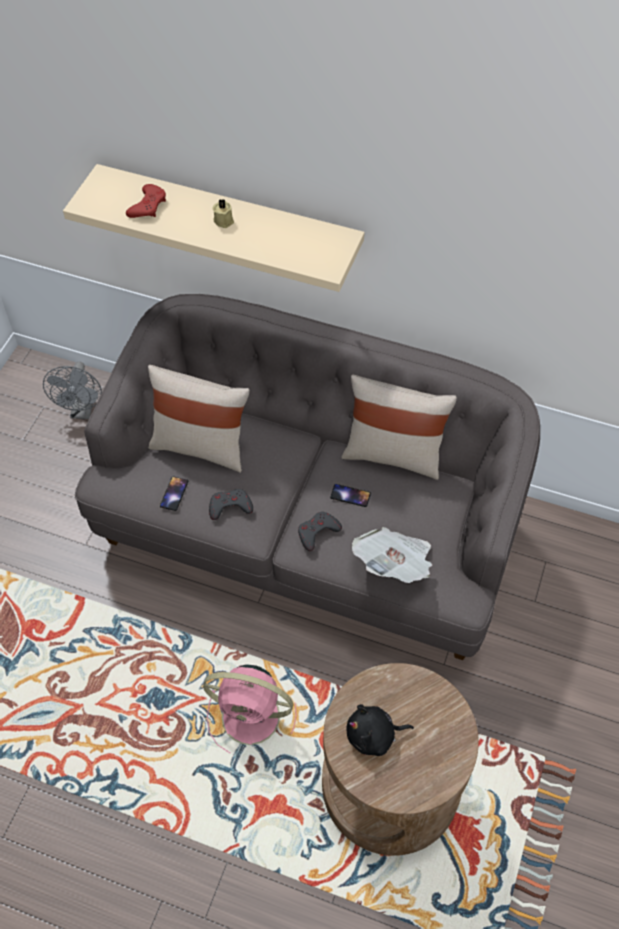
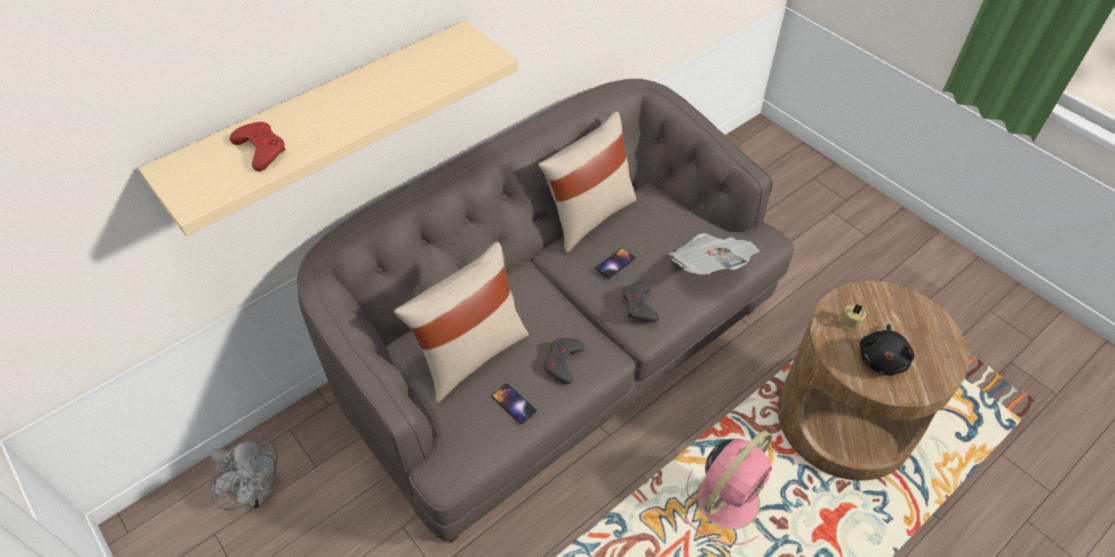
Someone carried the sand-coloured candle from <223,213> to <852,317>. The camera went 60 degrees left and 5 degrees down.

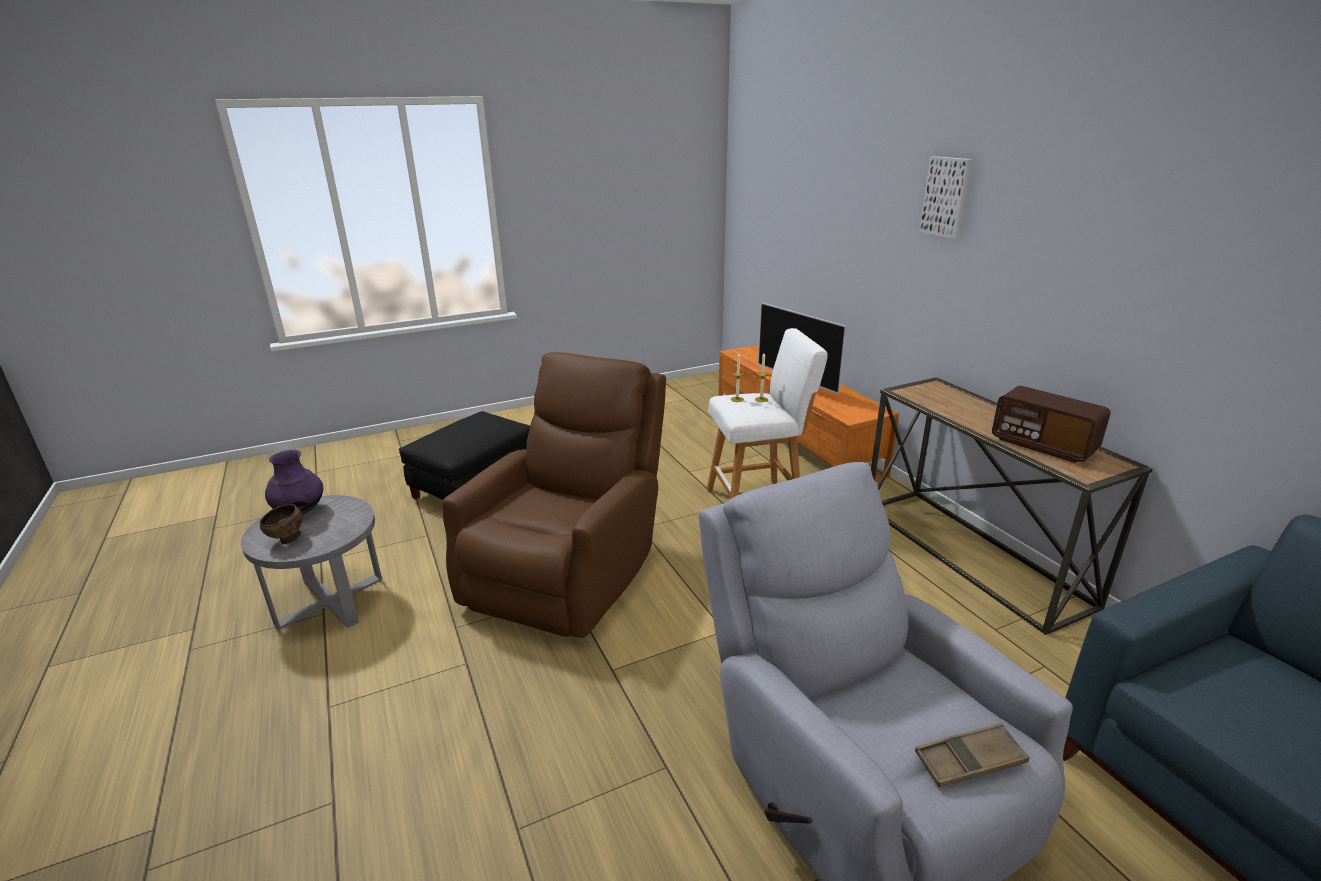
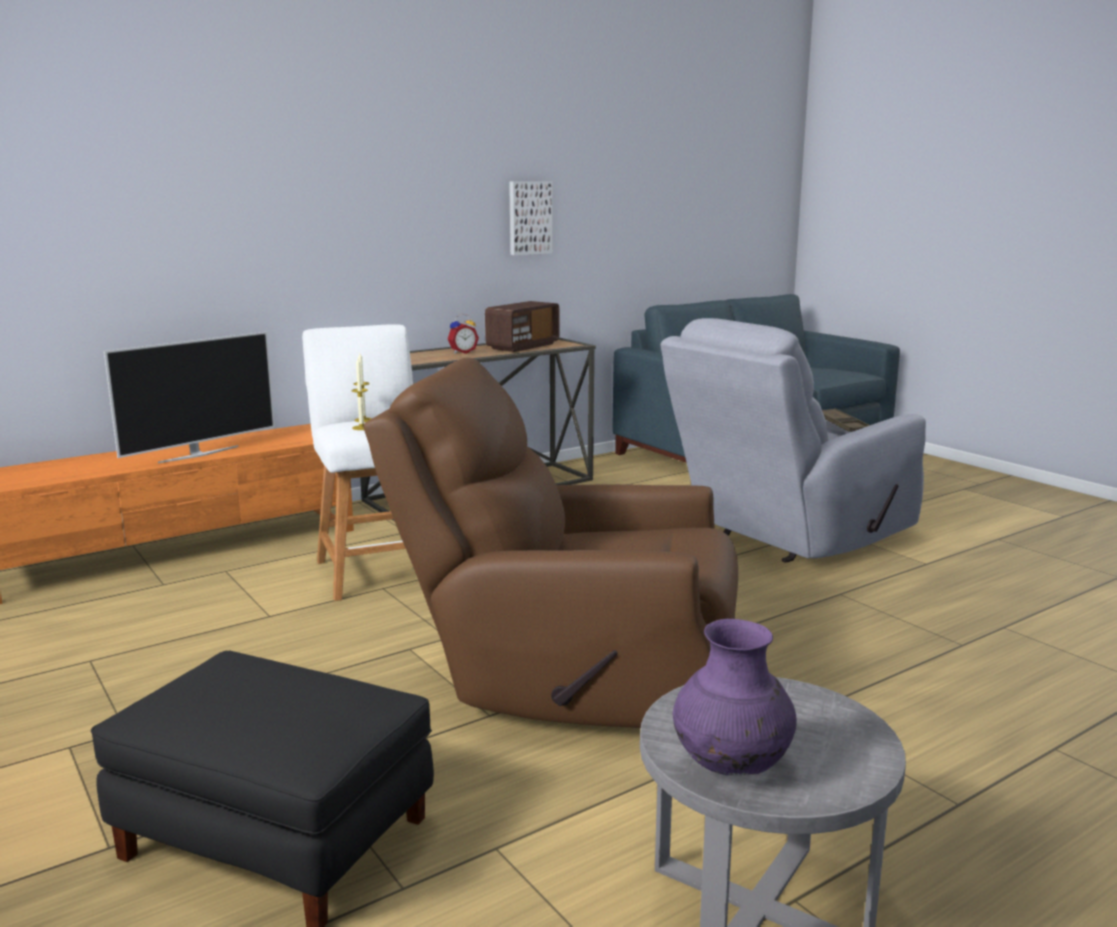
Someone carried the wall picture from <946,197> to <531,218>. Someone took away the brown-coloured bowl at <281,524>. Someone put down the alarm clock at <463,334>. The camera went 100 degrees left and 10 degrees down.

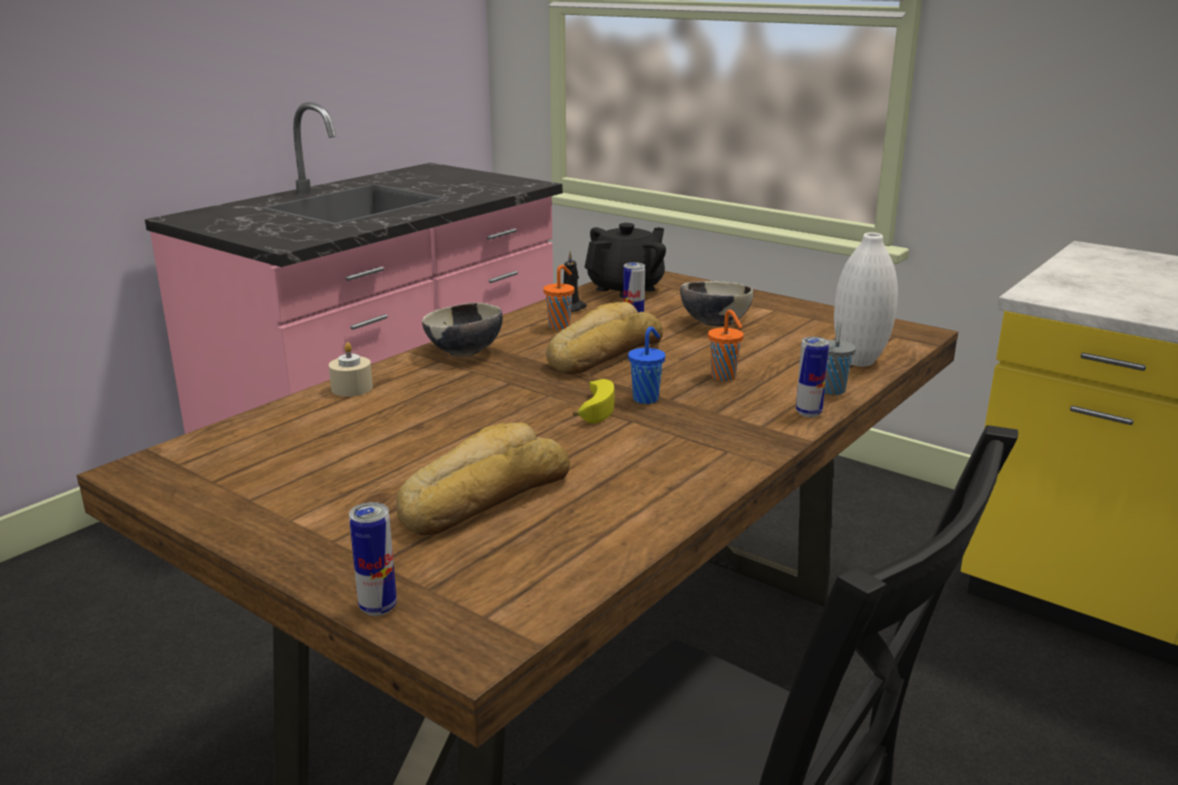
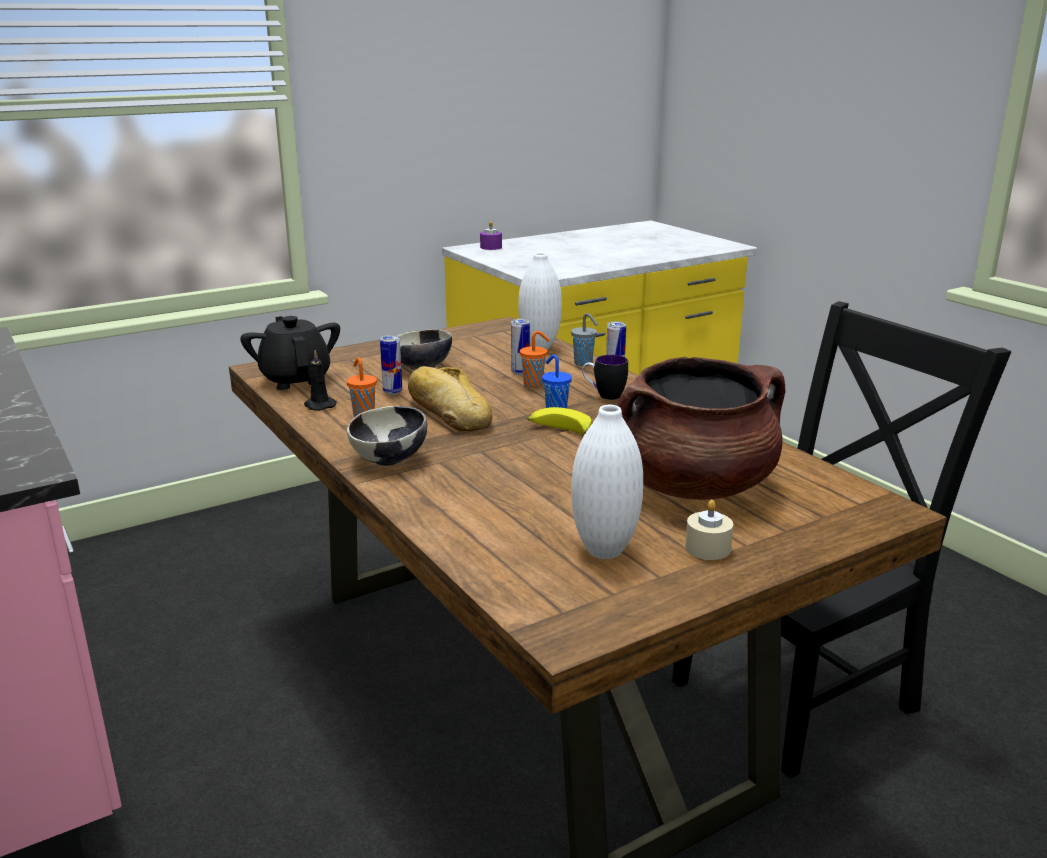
Someone carried the sand-coloured candle from <351,369> to <709,530>. Someone swapped the bread at <483,478> for the brown-coloured cooking pot at <701,428>. Someone carried the can from <373,559> to <520,347>. Someone put down the purplish candle at <491,235>. Someone put down the tea mug at <605,377>. Someone put down the whitish vase at <607,482>. The camera went 70 degrees left and 0 degrees up.

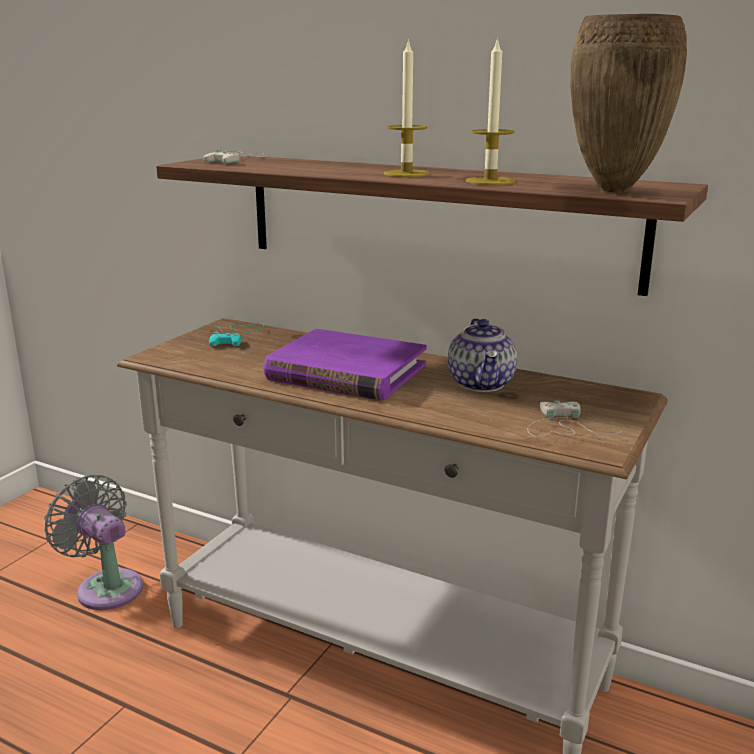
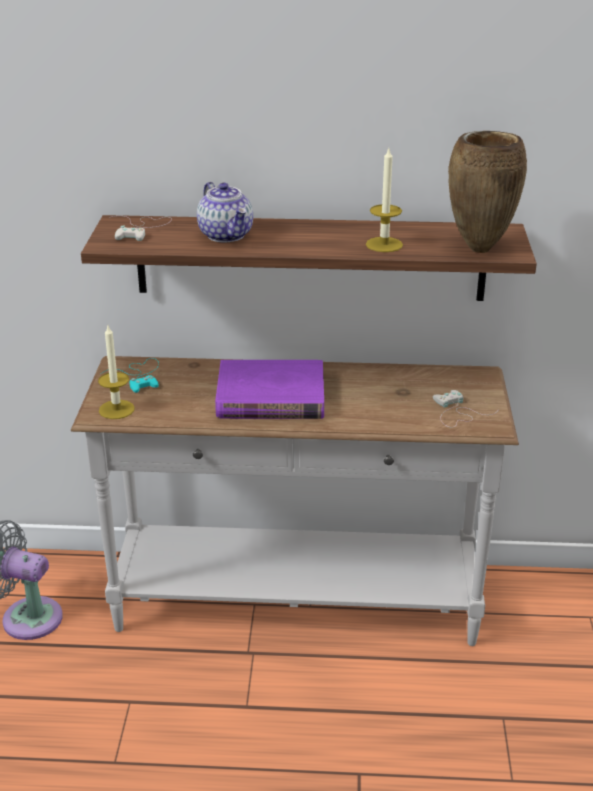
Someone carried the candle from <407,108> to <116,372>. Someone carried the tea pot from <482,355> to <225,212>. The camera went 25 degrees left and 10 degrees up.

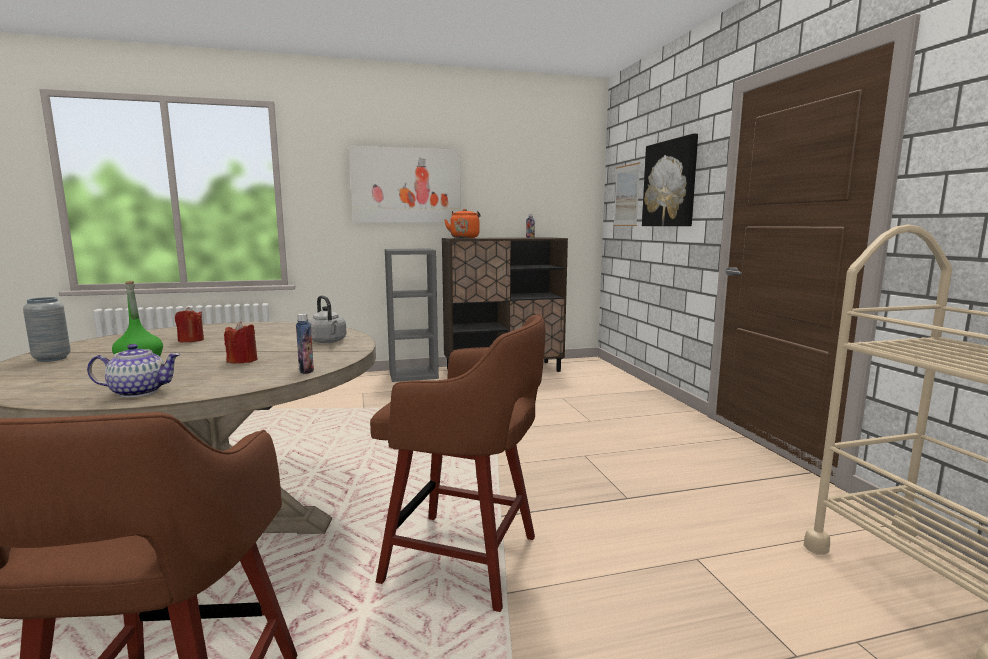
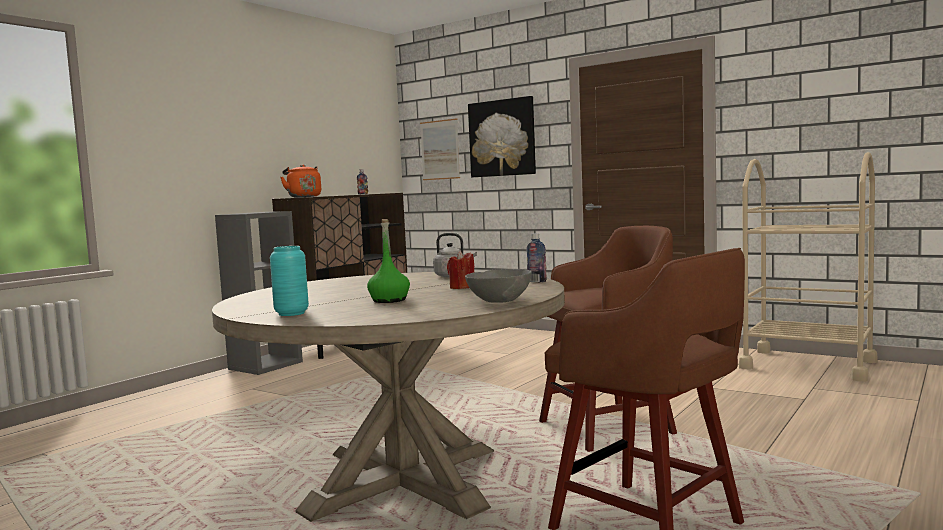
Someone took away the wall picture at <405,184>. Someone repainted the gray vase at <47,329>, which became the turquoise-coloured vase at <289,281>. Someone took away the red candle at <189,324>. Someone swapped the tea pot at <134,370> for the gray bowl at <498,286>. The camera went 40 degrees left and 5 degrees down.

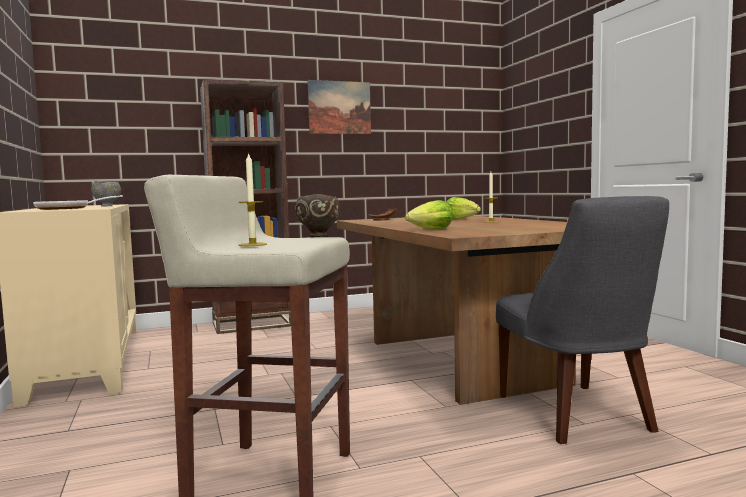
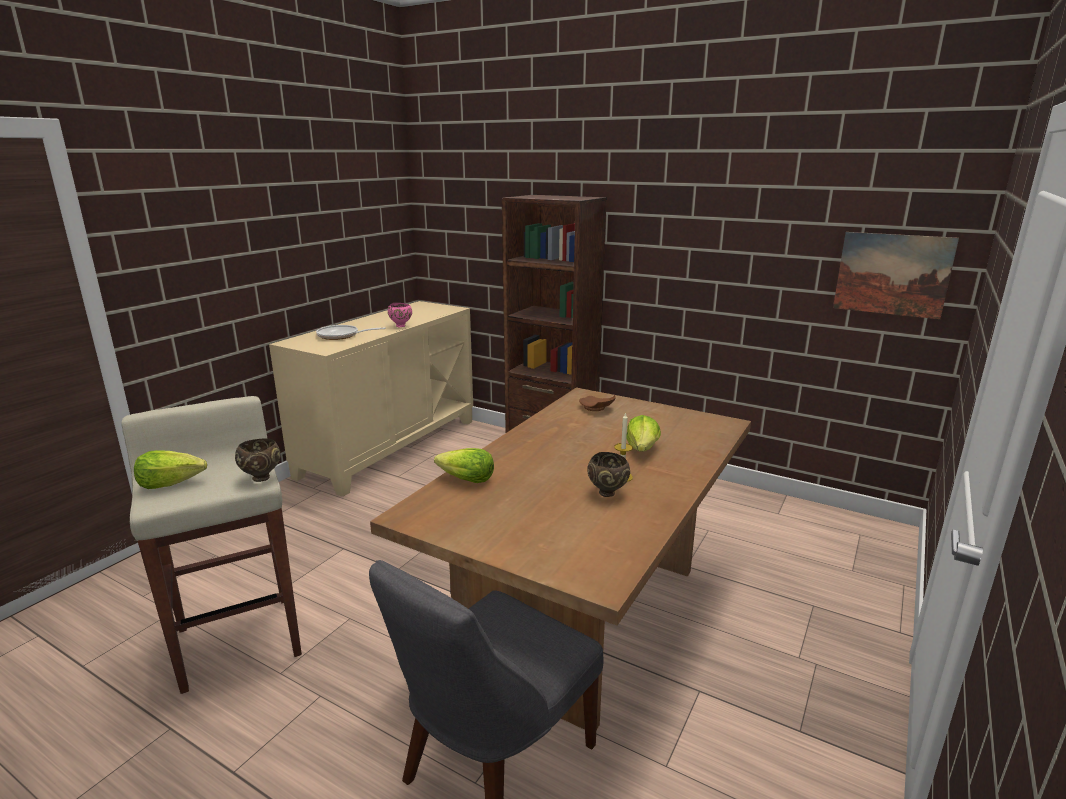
Someone carried the wall picture from <339,107> to <896,275>. Someone swapped the candle at <252,199> for the lettuce at <170,469>. Someone repainted the gray bowl at <106,194>, which became the pink bowl at <400,315>. Someone put down the brown-coloured bowl at <609,474>. The camera went 50 degrees right and 15 degrees up.

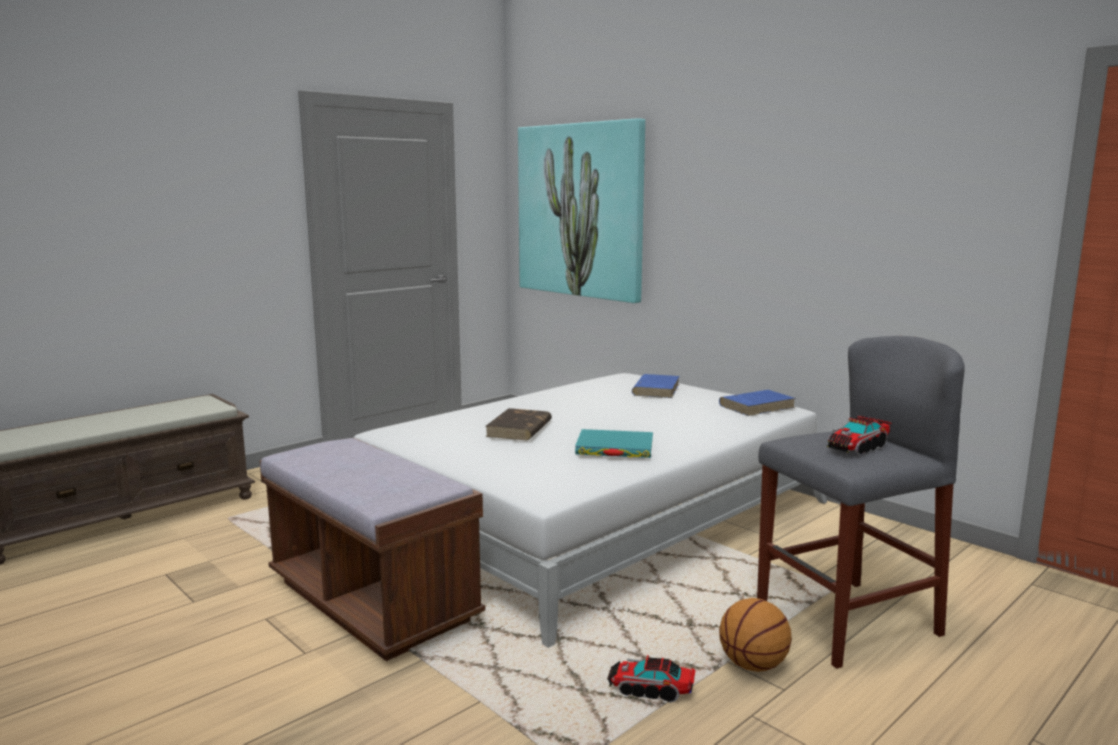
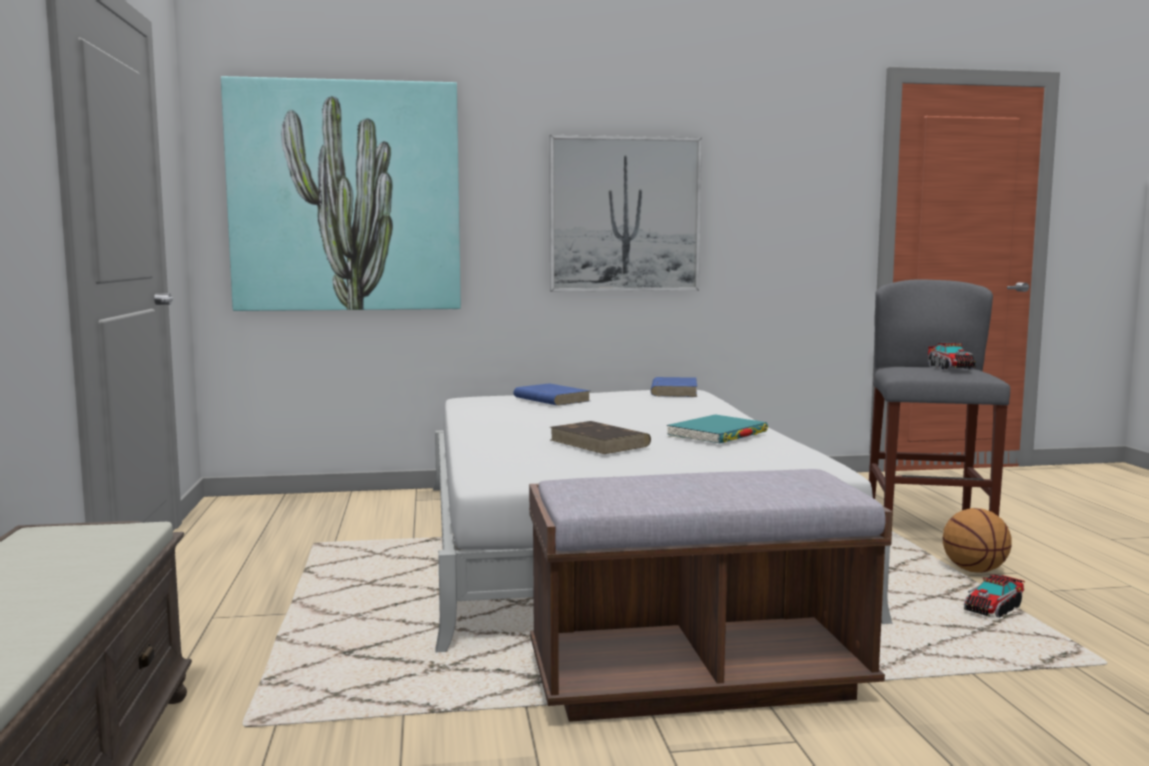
Someone put up the wall picture at <625,213>. The camera went 55 degrees left and 5 degrees down.

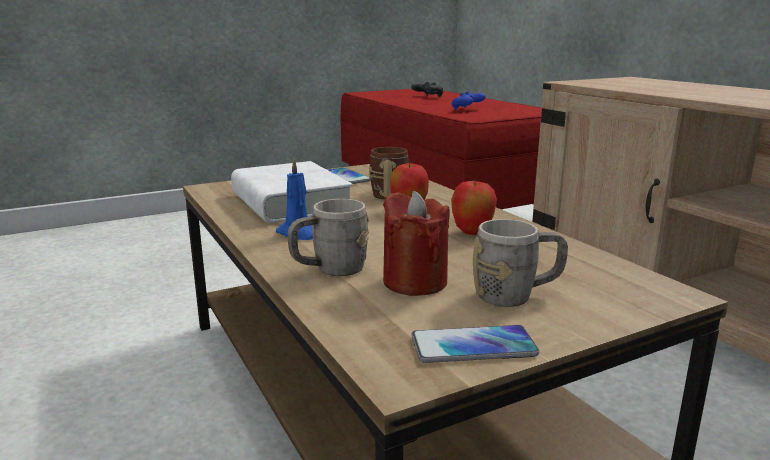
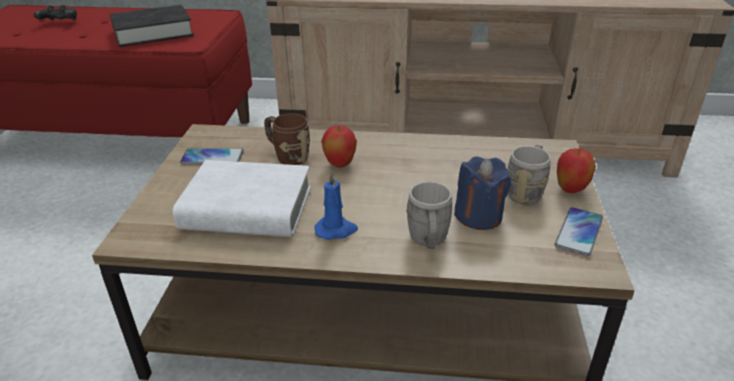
Someone swapped the bluish gamepad at <468,100> for the black-coloured bound book at <152,26>. Someone carried the apple from <474,206> to <576,170>. Someone repainted the red candle at <416,243>, which became the bluish candle at <482,193>. The camera went 55 degrees left and 15 degrees up.

